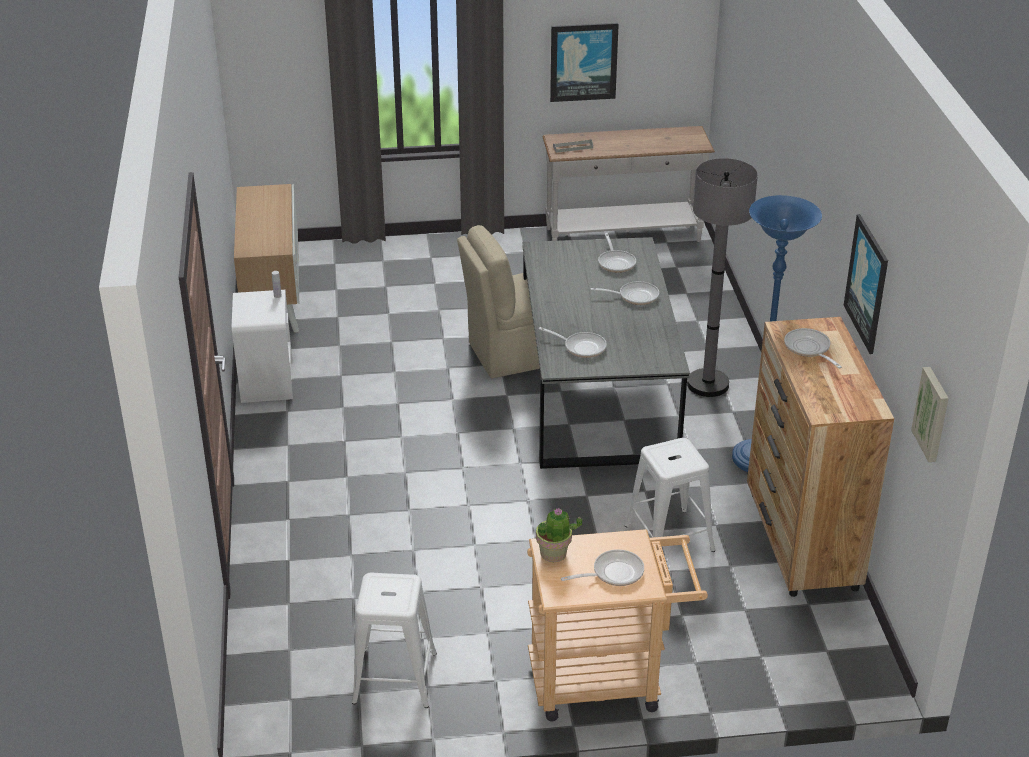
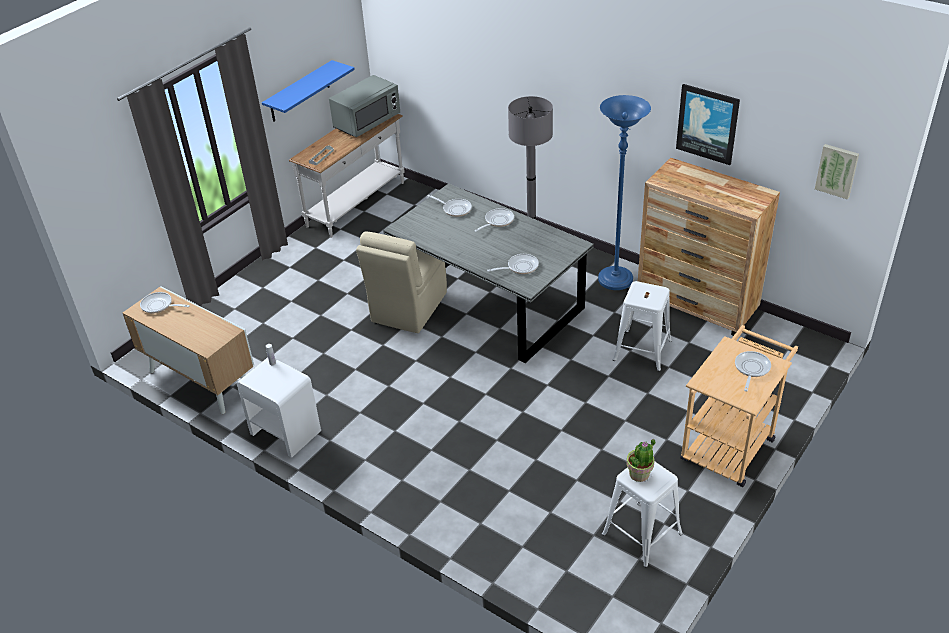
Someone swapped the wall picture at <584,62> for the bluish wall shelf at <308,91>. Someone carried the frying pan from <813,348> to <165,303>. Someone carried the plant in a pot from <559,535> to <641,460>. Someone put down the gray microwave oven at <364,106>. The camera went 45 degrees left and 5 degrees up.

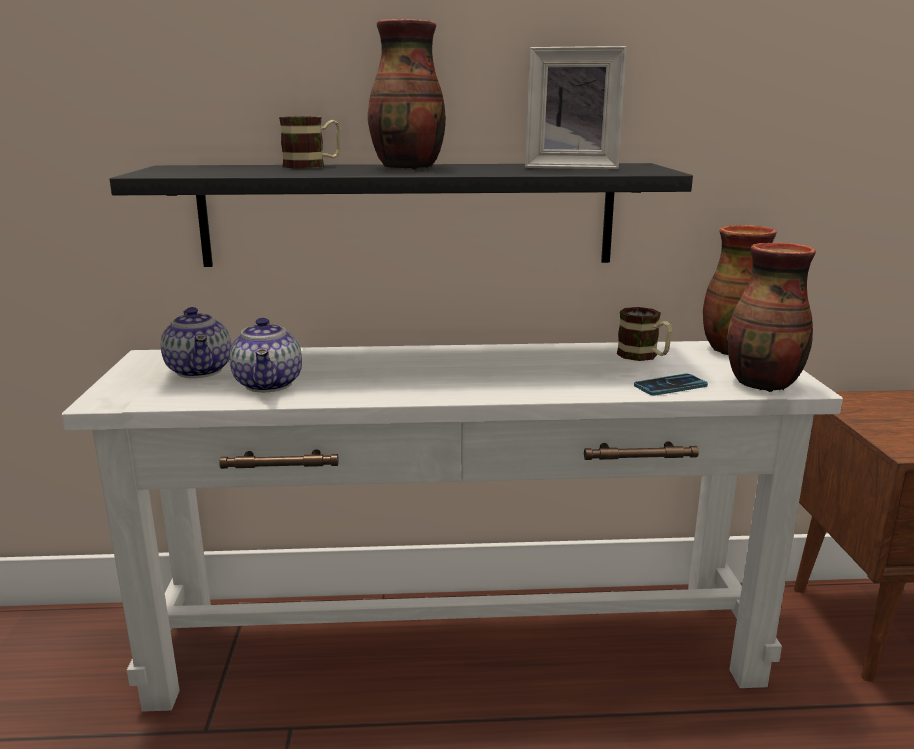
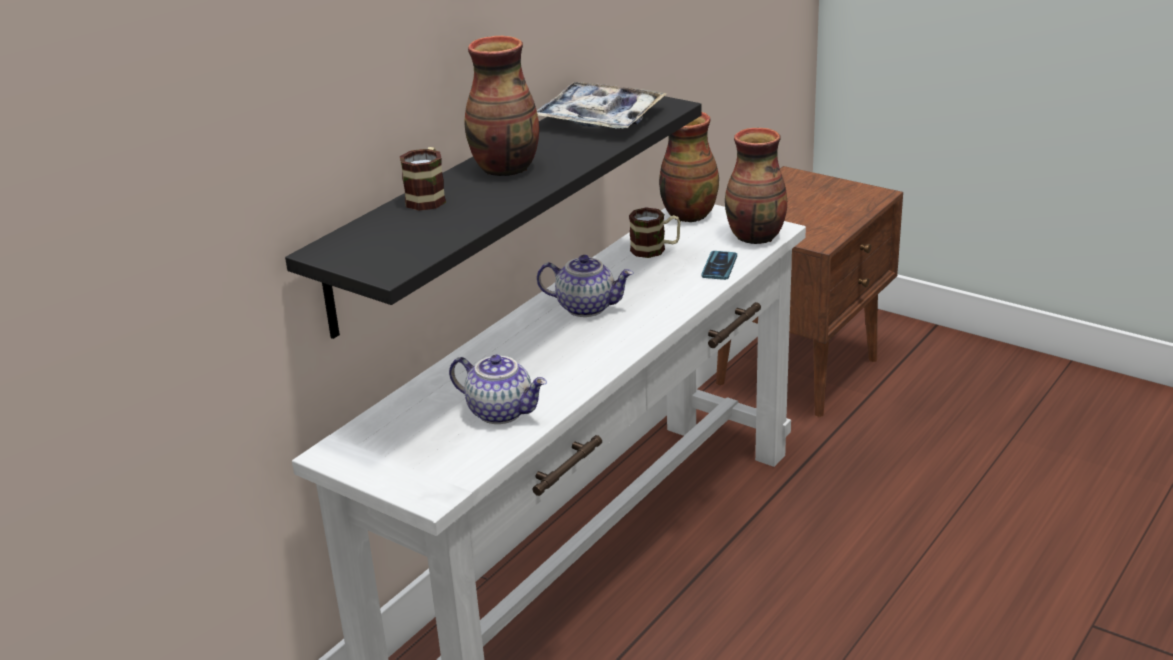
Someone swapped the standing frame at <576,107> for the tray at <602,105>. Someone carried the tea pot from <196,342> to <585,286>. The camera went 50 degrees left and 10 degrees up.

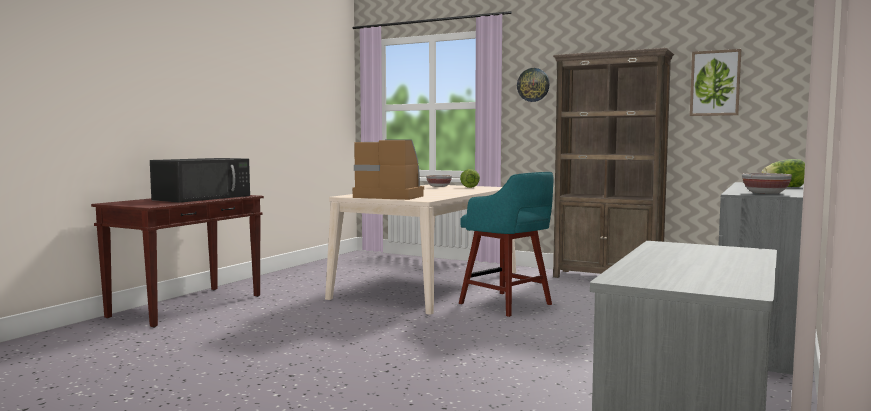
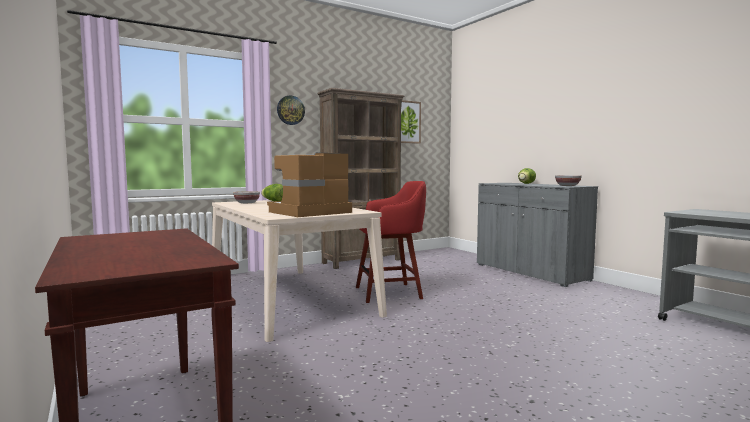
Someone took away the black-coloured microwave oven at <200,180>. Someone repainted the turquoise-coloured stool at <506,244>, which became the red stool at <391,242>. The camera went 60 degrees left and 0 degrees up.

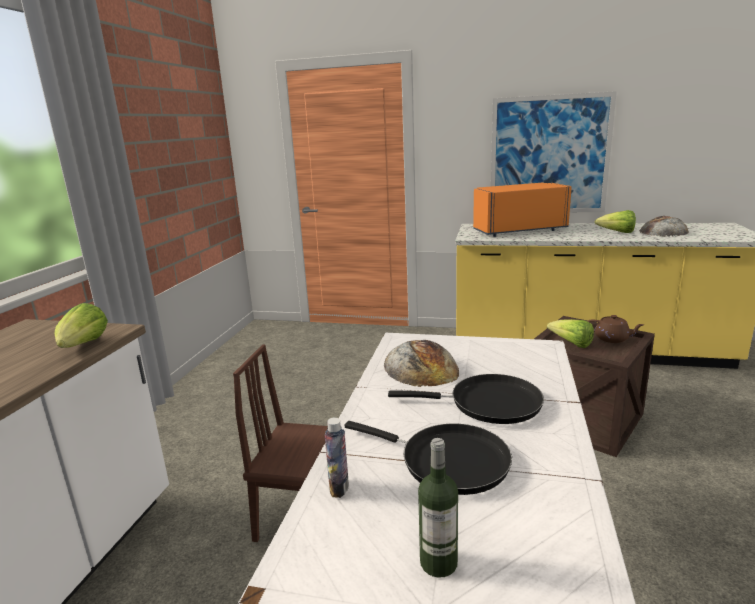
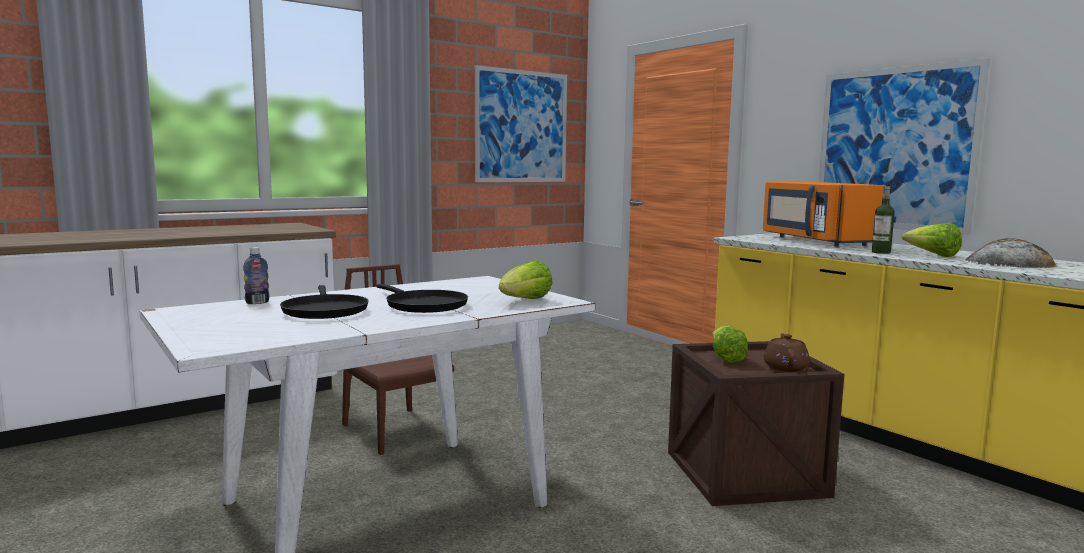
Someone rotated the orange-coloured microwave oven at <522,210> by 135 degrees counterclockwise. Someone carried the lettuce from <81,325> to <526,279>. Someone rotated the brown-coloured tea pot at <615,329> by 150 degrees counterclockwise. Someone took away the bread at <421,363>. Someone carried the beverage bottle from <438,508> to <883,220>. Someone put up the wall picture at <521,123>. The camera went 40 degrees right and 10 degrees down.

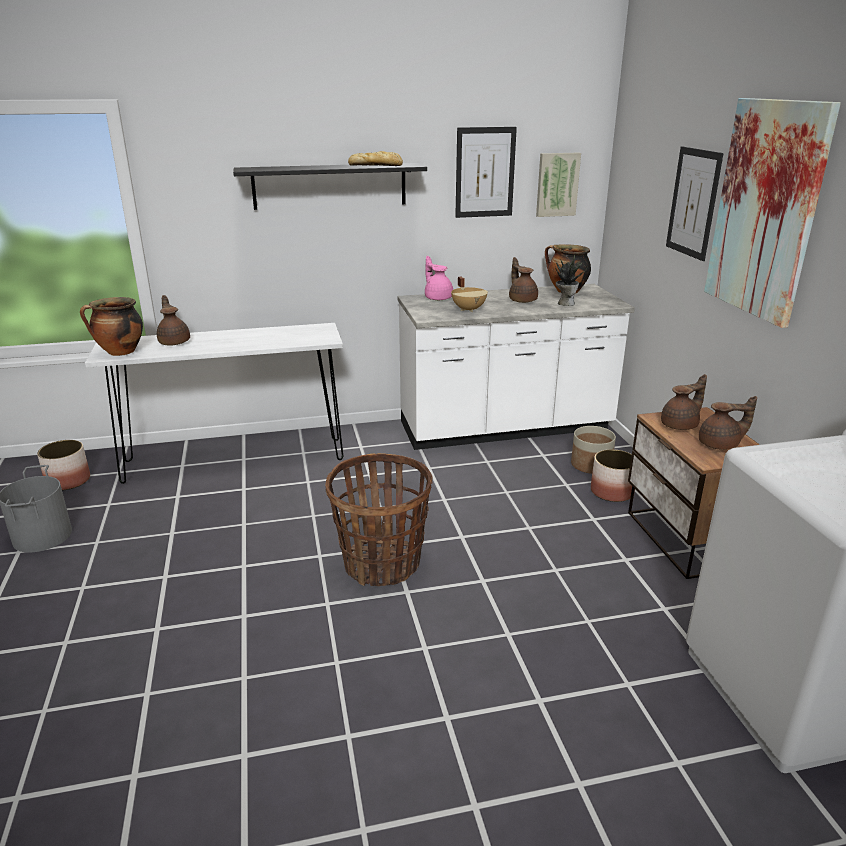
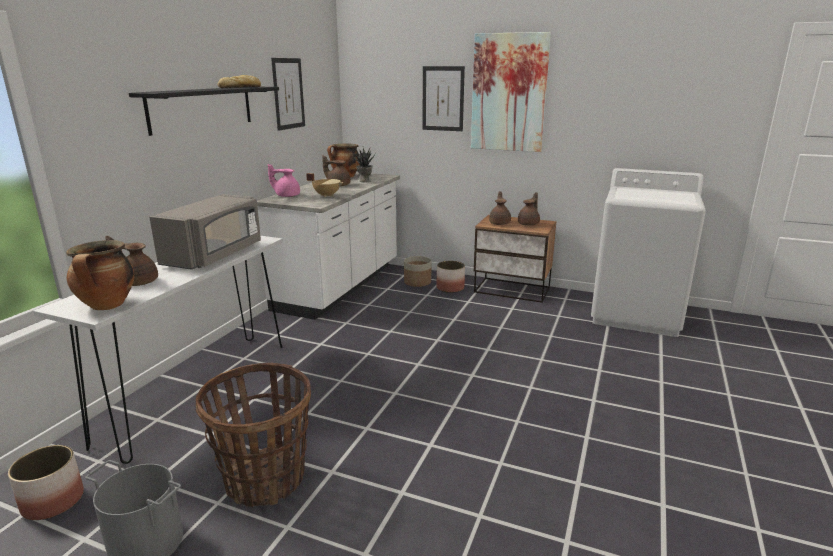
Someone took away the wall picture at <558,185>. Someone carried the storage basket from <379,519> to <253,435>. Someone put down the gray microwave oven at <205,232>. The camera went 55 degrees left and 5 degrees down.

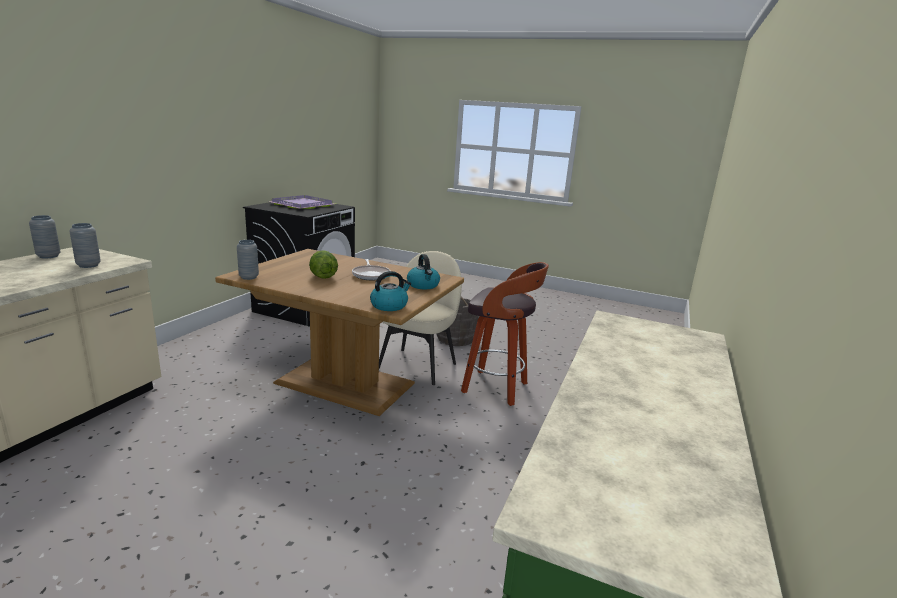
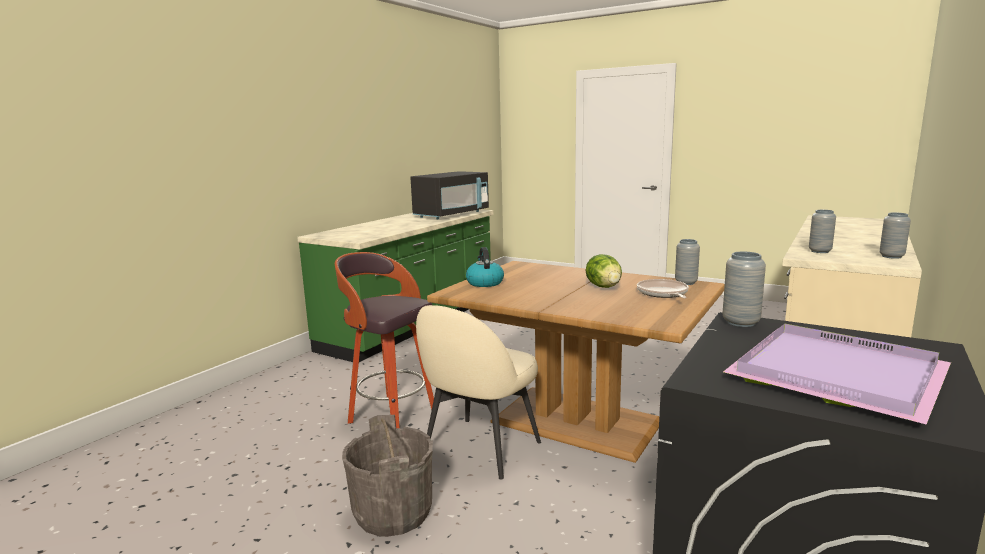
Someone carried the frying pan from <371,269> to <663,288>. Someone took away the water kettle at <390,291>. Someone put down the black-coloured microwave oven at <449,195>. Someone put down the gray vase at <744,289>. The camera went 170 degrees left and 5 degrees down.

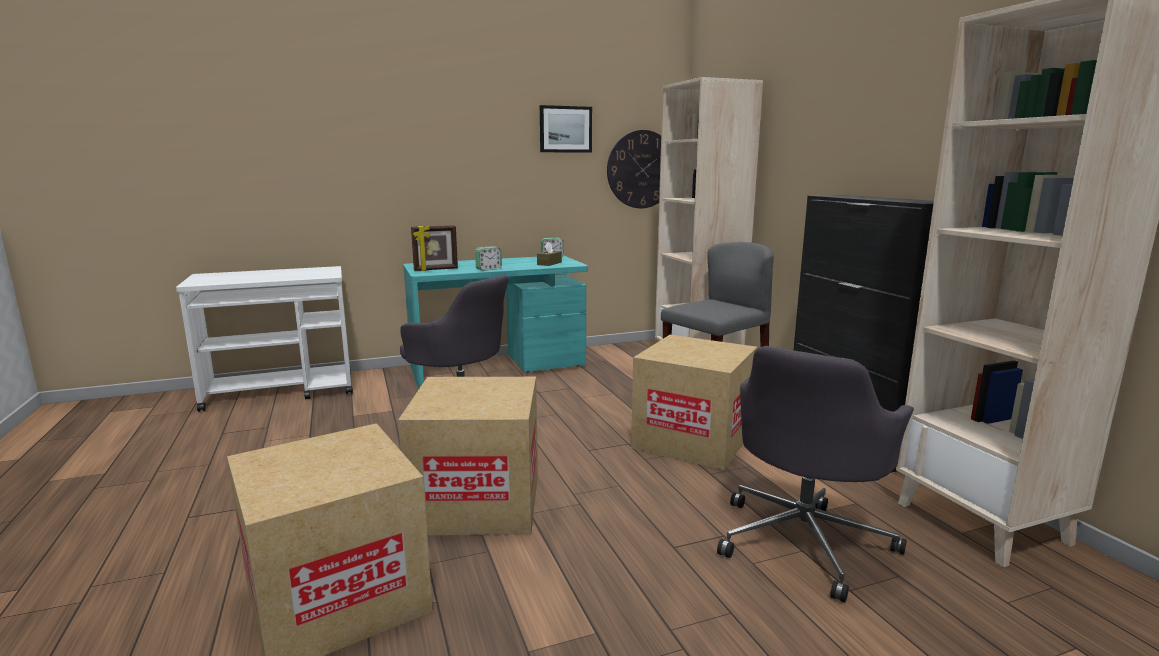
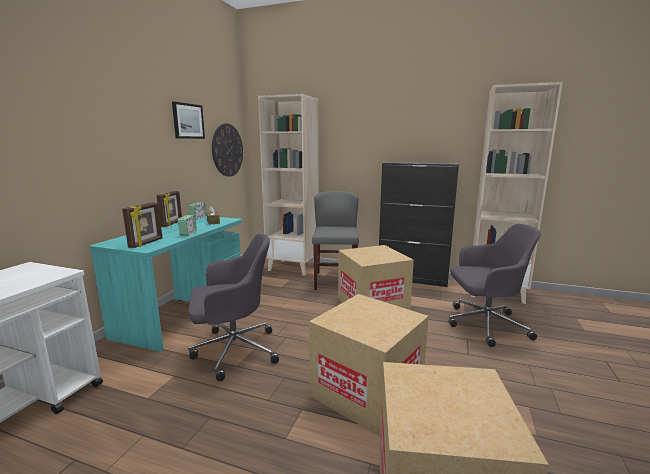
Someone rotated the gray desk chair at <815,474> by 75 degrees counterclockwise. Someone put down the standing frame at <169,209>. The camera went 50 degrees left and 0 degrees up.

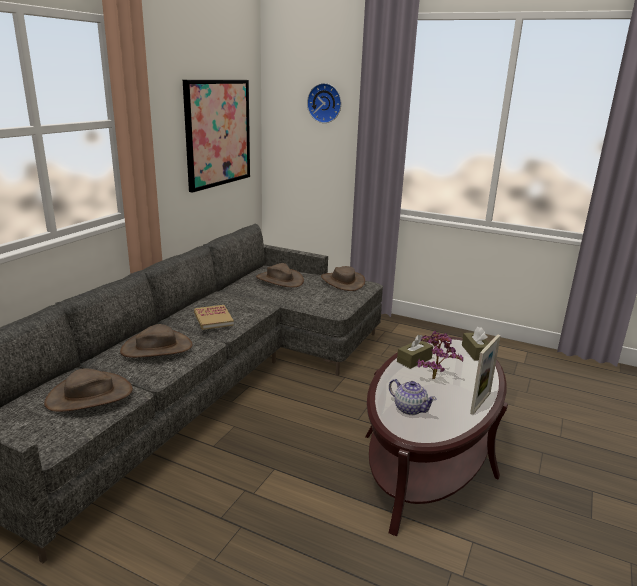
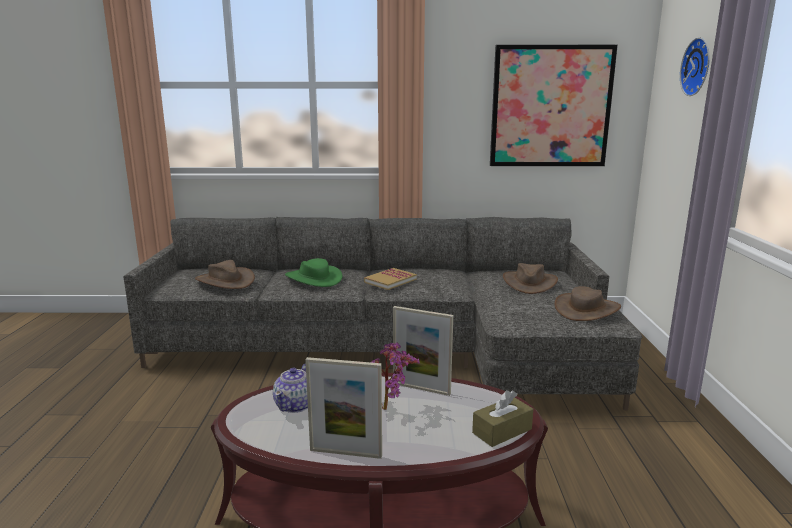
Someone repainted the brown-coloured wearable hat at <156,341>, which became the greenish wearable hat at <314,272>. Someone swapped the brown-coloured box of tissues at <415,352> for the standing frame at <423,351>. The camera went 65 degrees right and 5 degrees down.

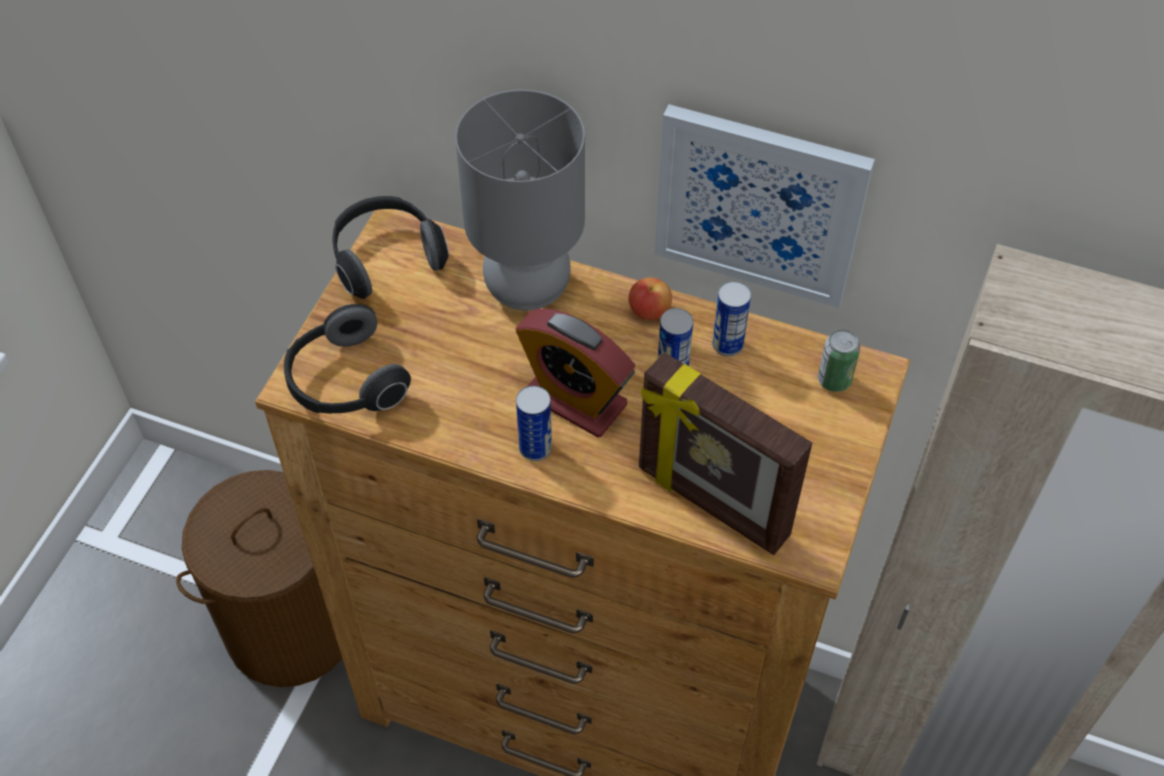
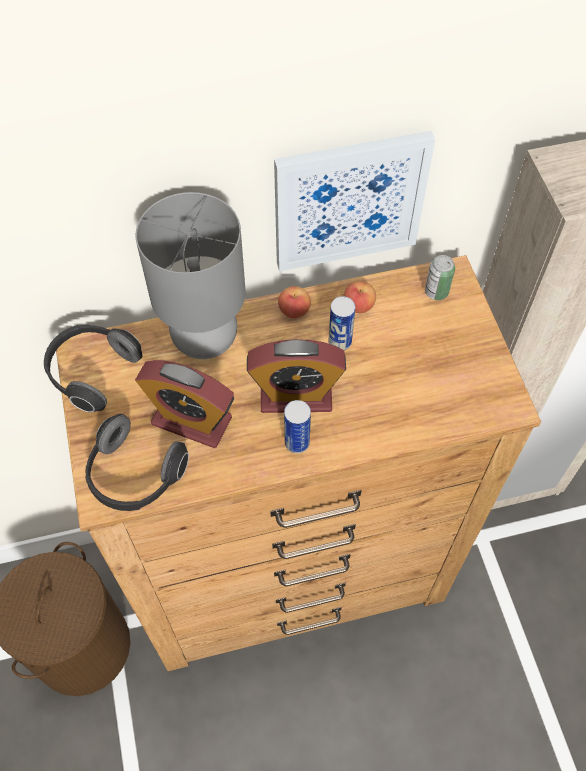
Someone swapped the can at <731,319> for the apple at <360,297>. Someone took away the standing frame at <725,453>. Someone put down the alarm clock at <184,404>. The camera went 35 degrees left and 5 degrees up.

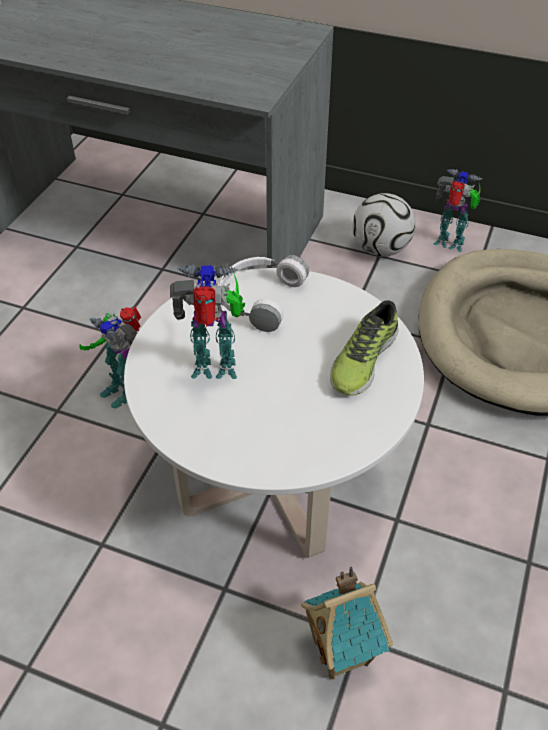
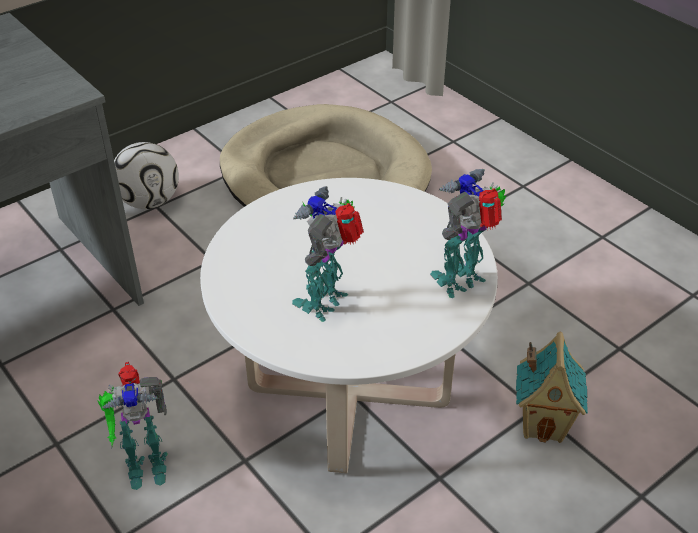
Someone carried the robot figure from <458,210> to <468,233>. Someone took away the whitish headset at <264,293>. Someone took away the shoe at <364,347>. The camera went 60 degrees left and 5 degrees down.

